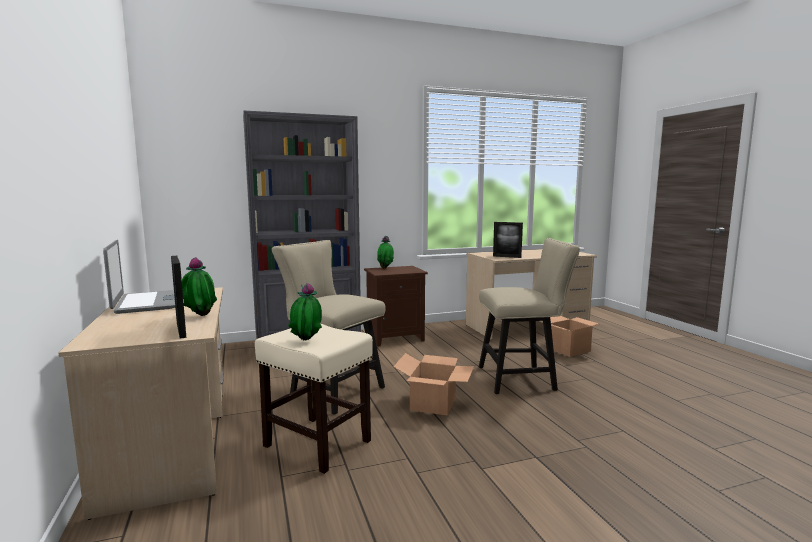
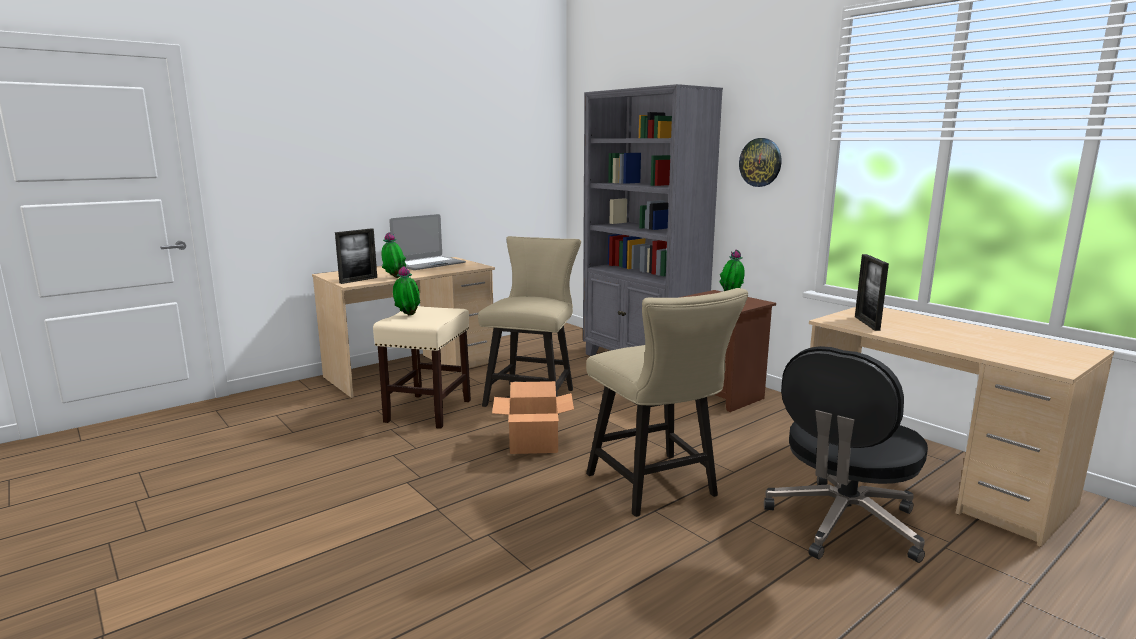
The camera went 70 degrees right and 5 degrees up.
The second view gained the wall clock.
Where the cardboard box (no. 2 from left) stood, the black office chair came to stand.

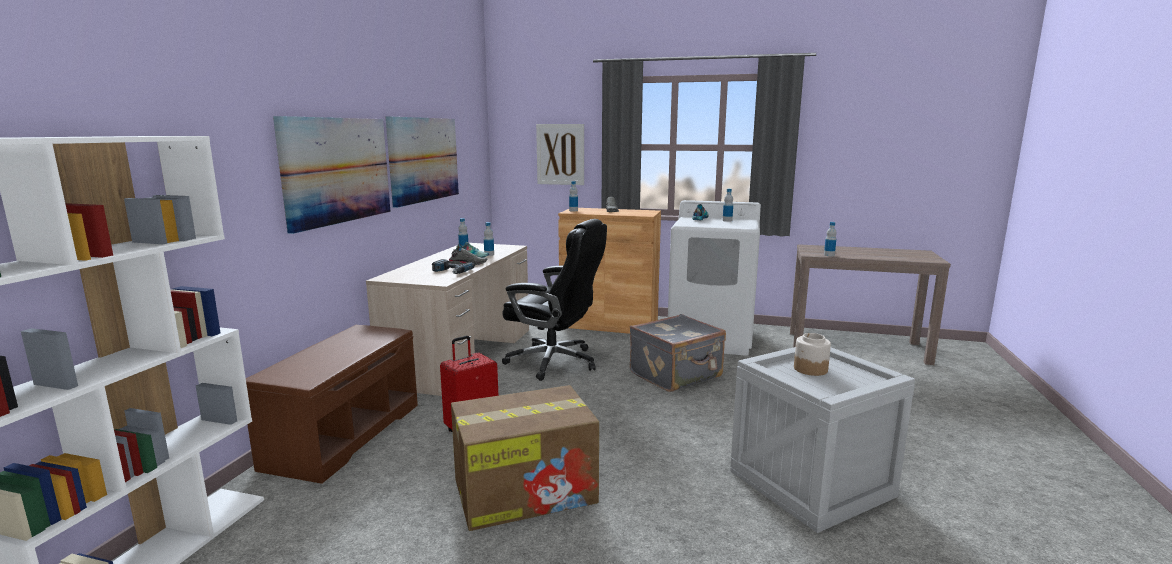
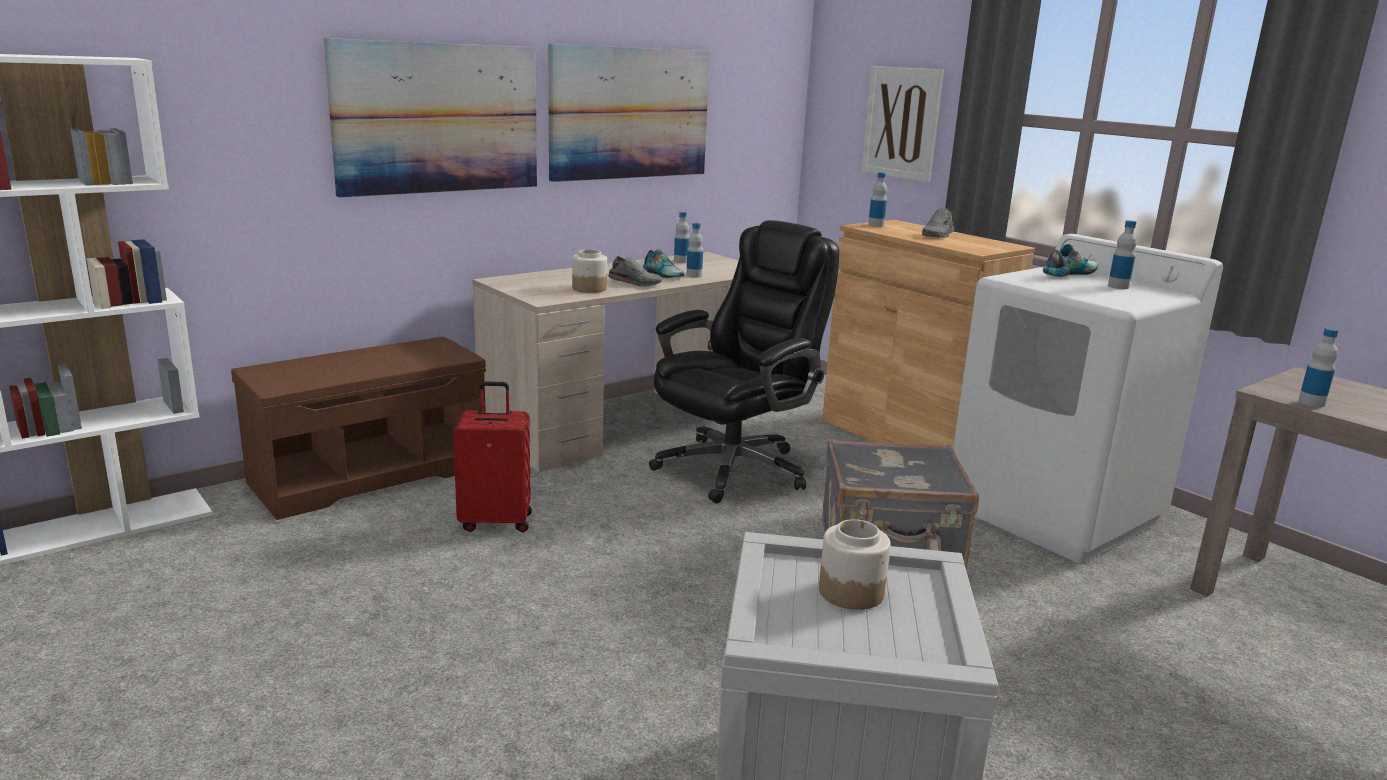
The camera went 35 degrees right and 5 degrees up.
The second view lost the cardboard box.
Where the power drill stood, the jar (no. 1 from left) came to stand.
The black office chair ended up facing another way, 105 degrees counterclockwise from before.

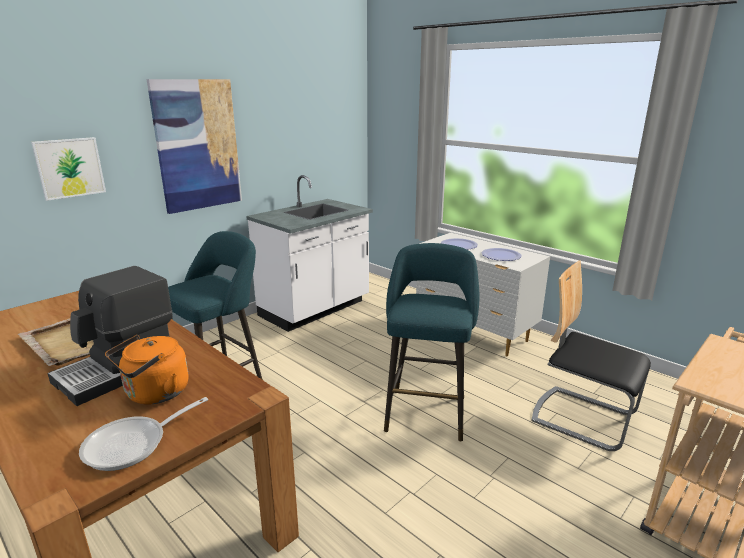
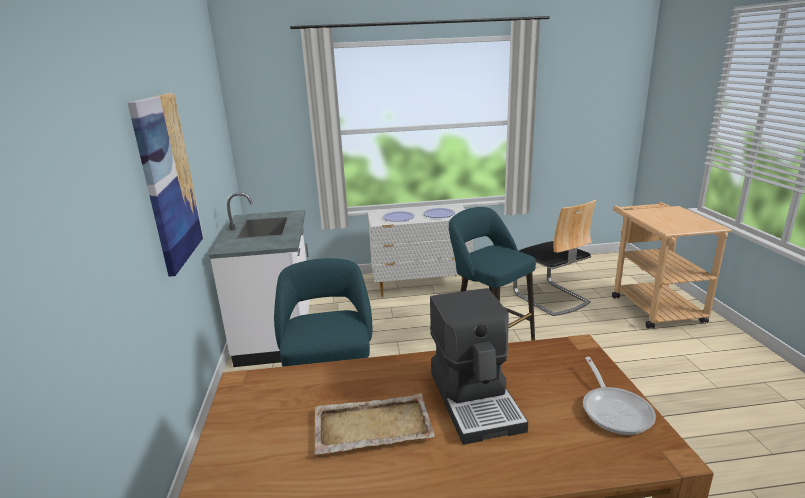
The camera went 50 degrees left and 0 degrees up.
The second view lost the picture (no. 1 from left).
The second view lost the orange kettle.
The chair ended up facing another way, 105 degrees counterclockwise from before.

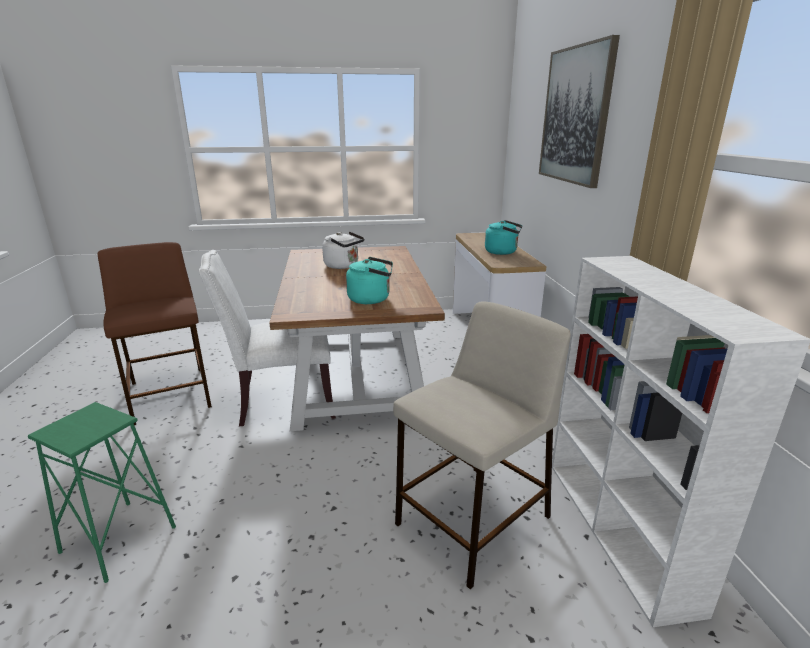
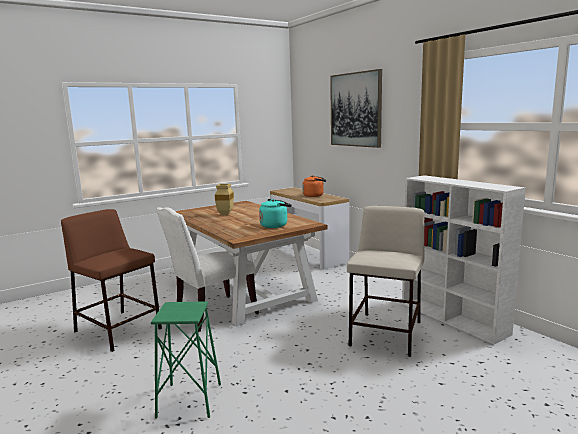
The camera went 25 degrees left and 10 degrees down.
Where the white kettle stood, the beige vase came to stand.
What was the turquoise kettle (no. 2 from left) turned into the orange kettle.

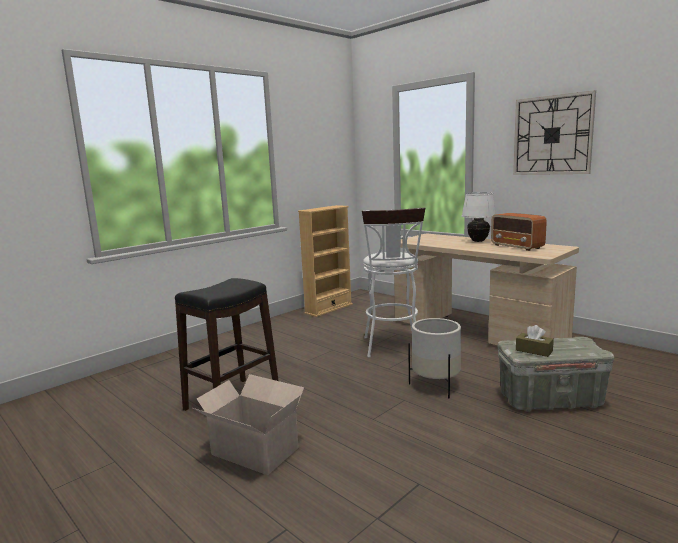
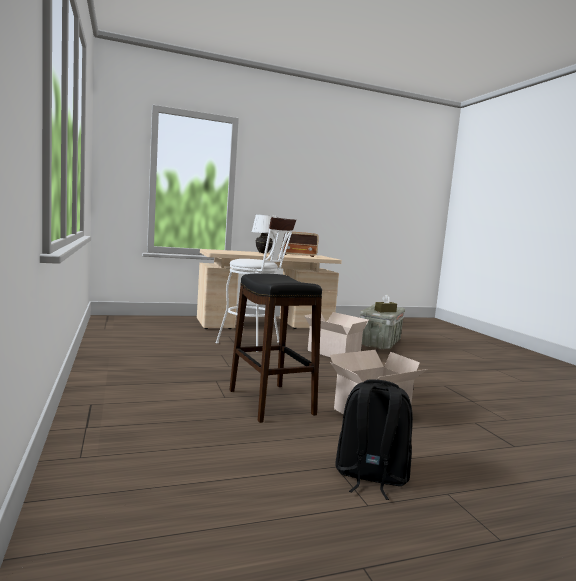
The camera went 65 degrees left and 5 degrees down.
The second view lost the beige bookcase.
The second view lost the wall clock.
The second view gained the black backpack.
Where the white planter stood, the cardboard box (no. 1 from left) came to stand.

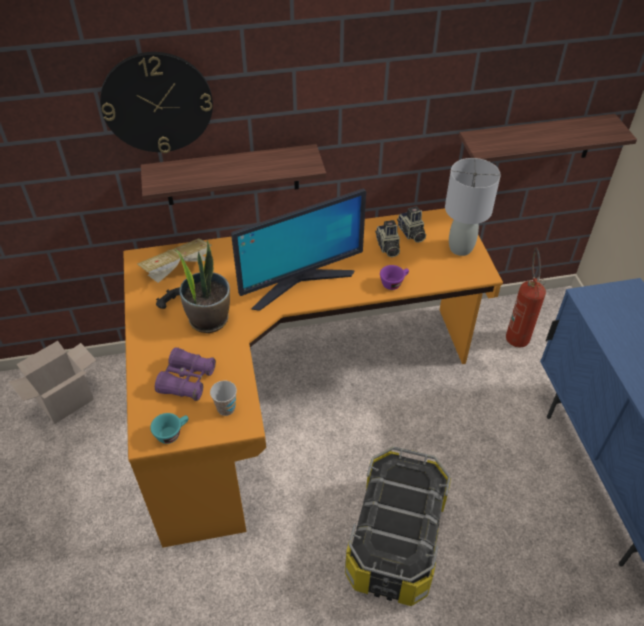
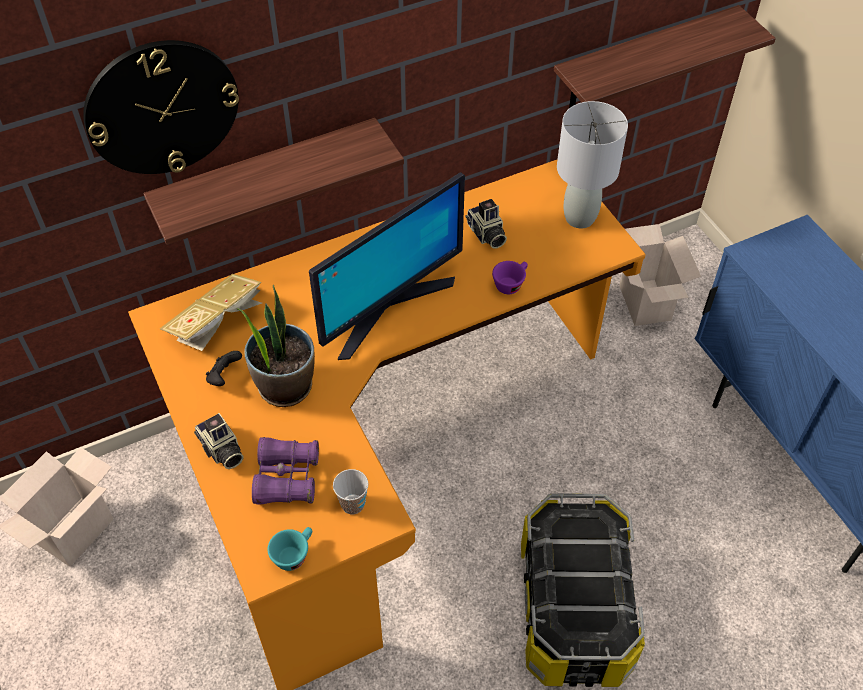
The camera went 15 degrees left and 5 degrees up.
The photo camera (no. 2 from left in the first image) ended up elsewhere.
Where the fire extinguisher stood, the cardboard box (no. 2 from left) came to stand.

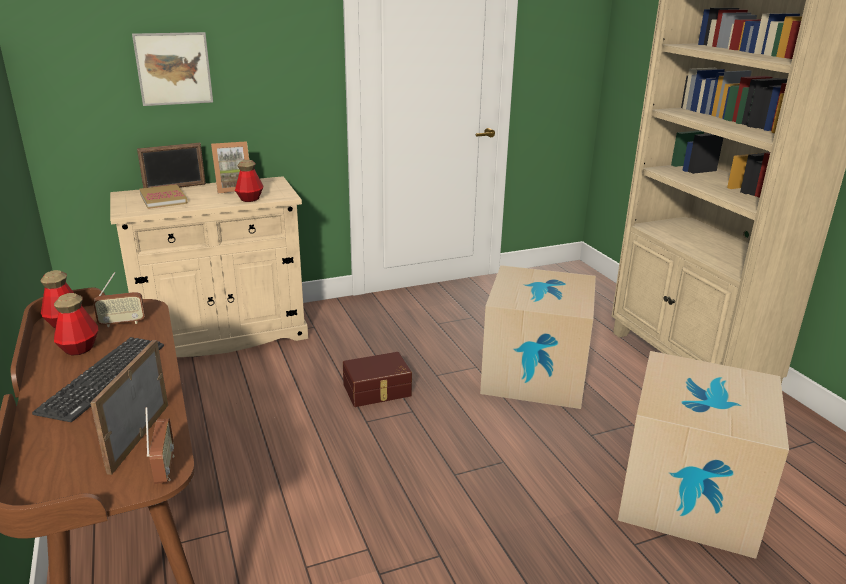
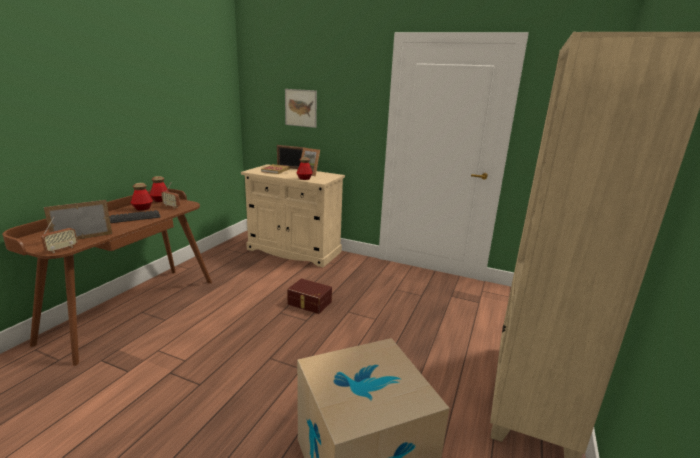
The camera went 45 degrees right and 5 degrees down.
The second view lost the cardboard box (no. 1 from left).

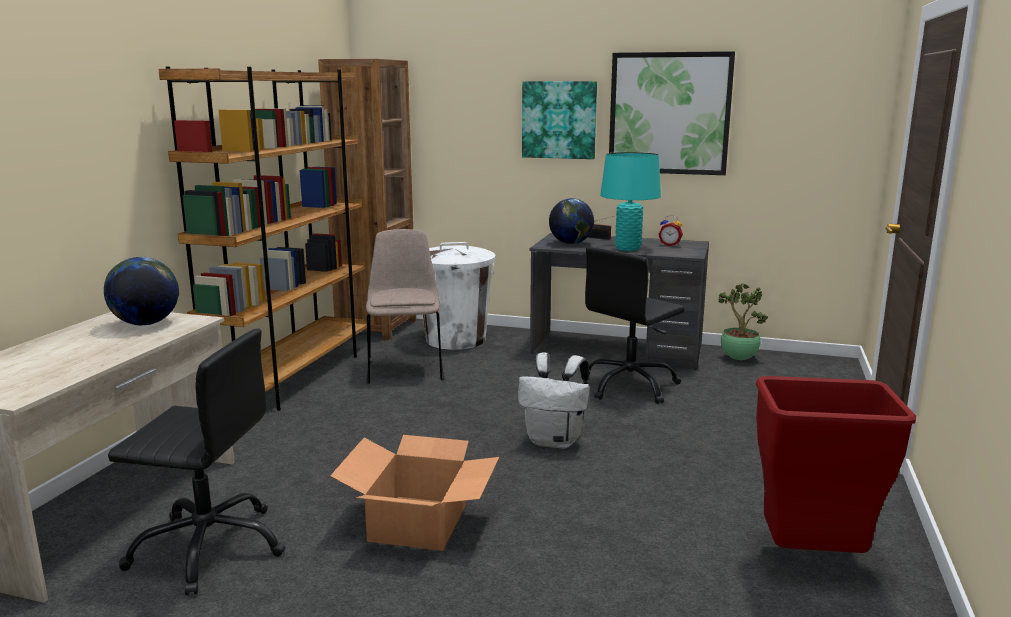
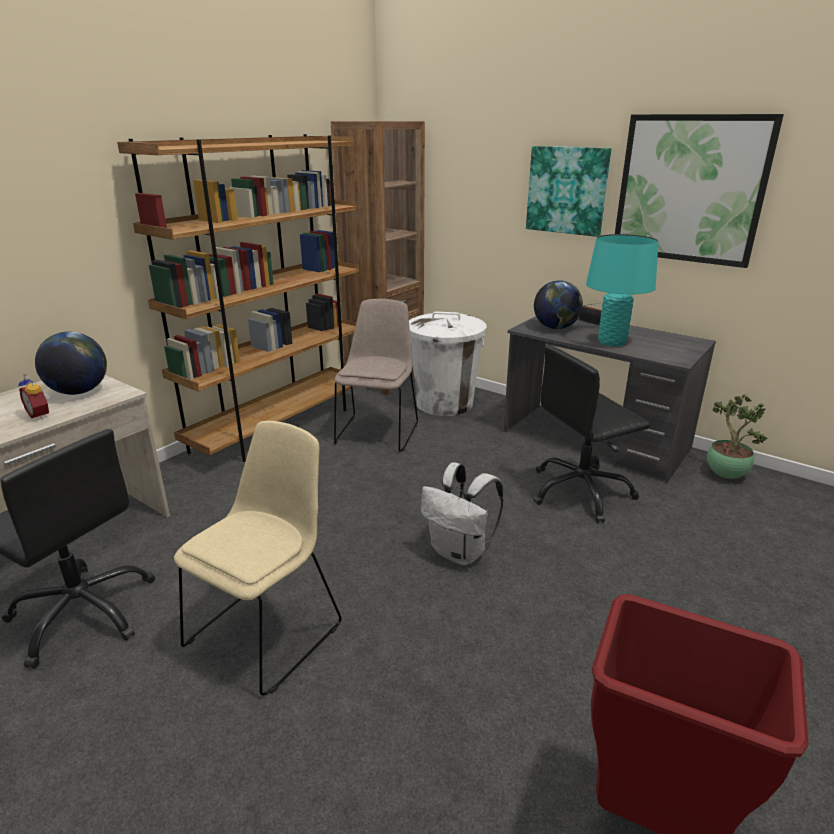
The camera went 20 degrees right and 10 degrees up.
The alarm clock ended up elsewhere.
Where the cardboard box stood, the beige chair (no. 1 from left) came to stand.

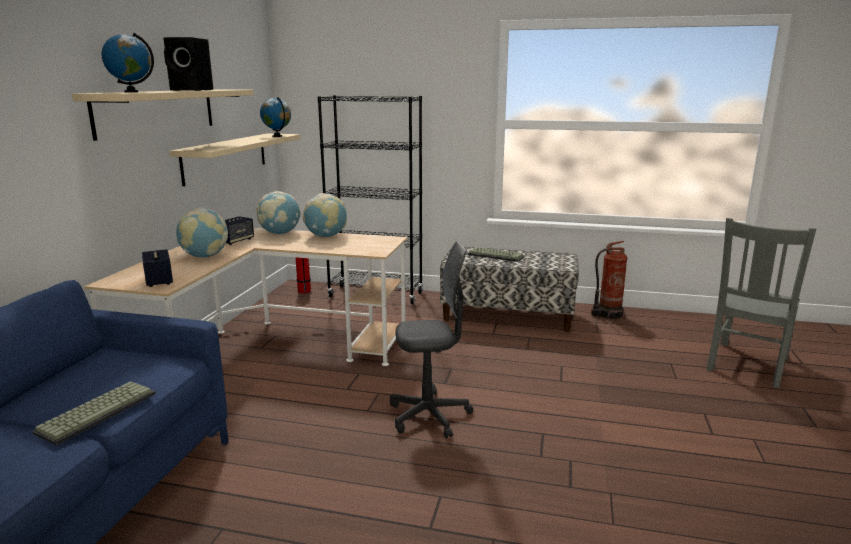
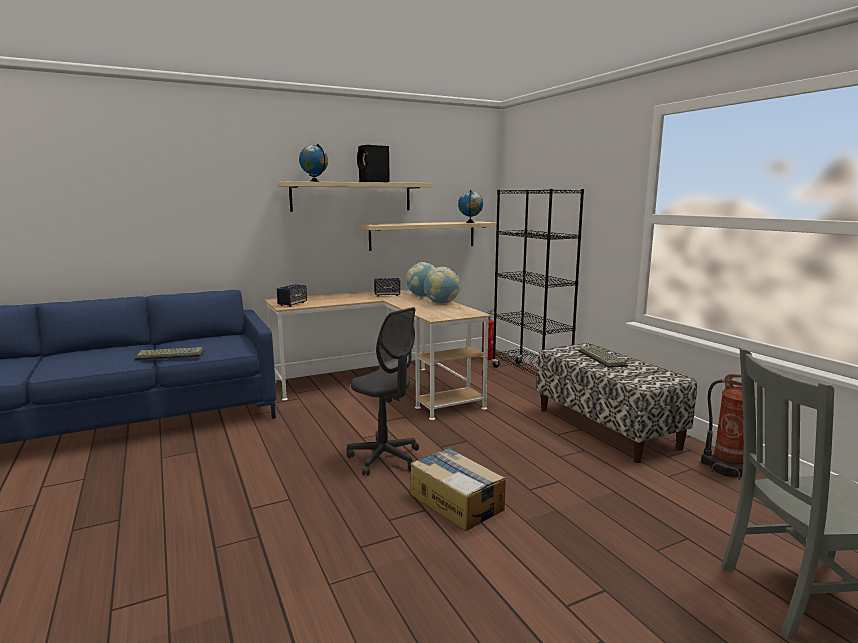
The camera went 50 degrees right and 5 degrees down.
The second view lost the globe (no. 2 from left).
The second view gained the cardboard box.

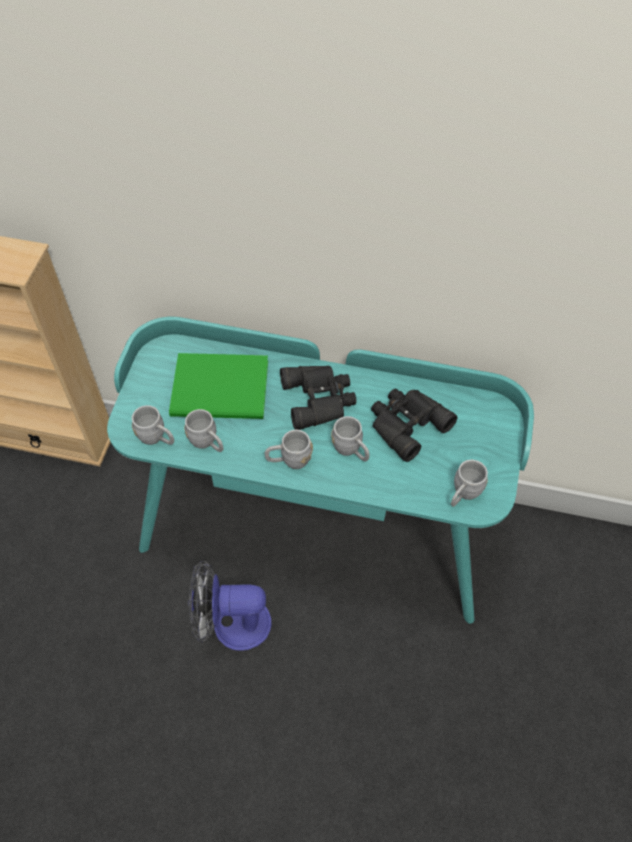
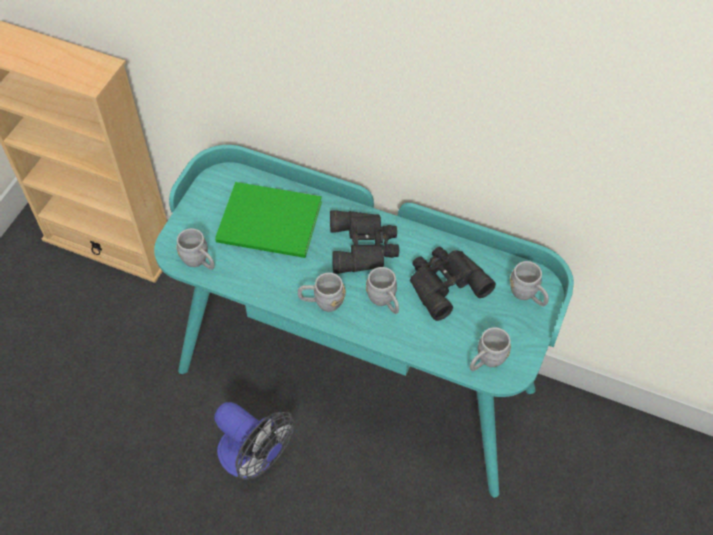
The camera went 10 degrees right and 0 degrees up.
The grey mug (no. 2 from left in the first image) ended up elsewhere.
The fan ended up facing another way, 150 degrees counterclockwise from before.

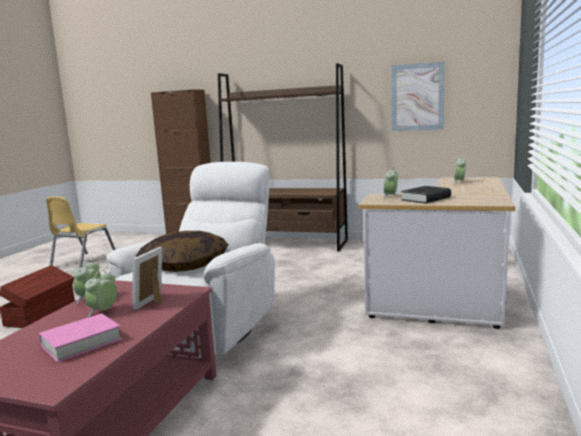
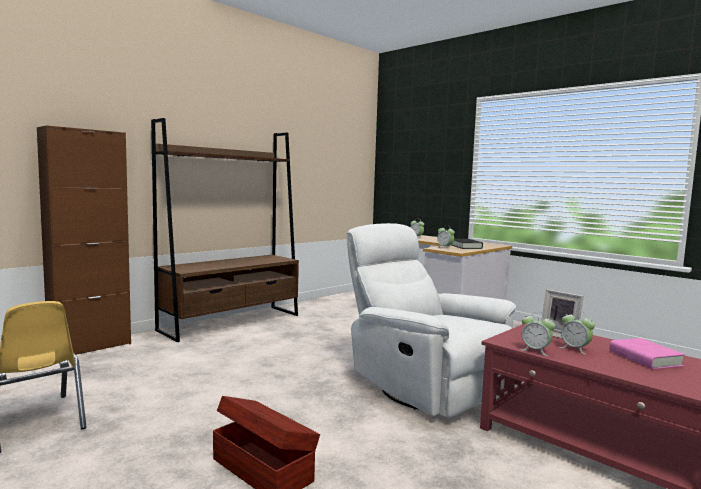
The camera went 65 degrees left and 5 degrees down.
The second view lost the pillow.
The second view lost the picture.

